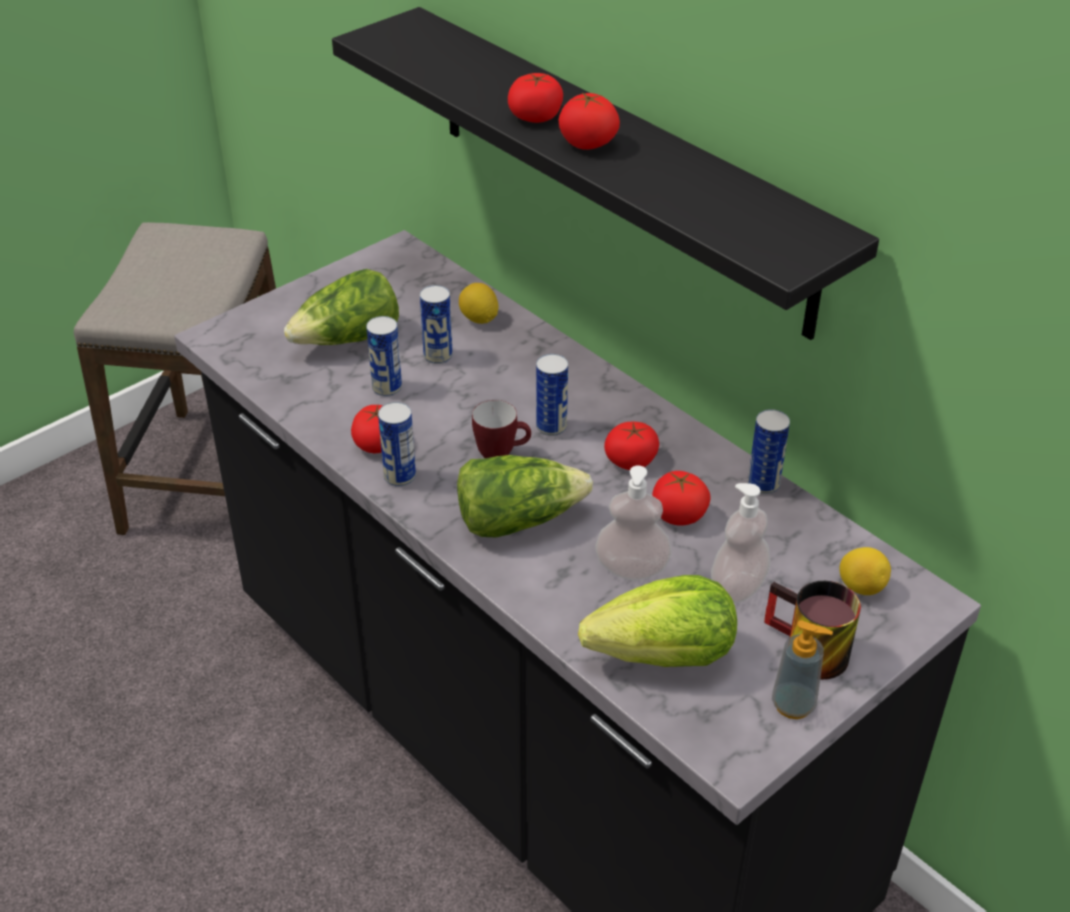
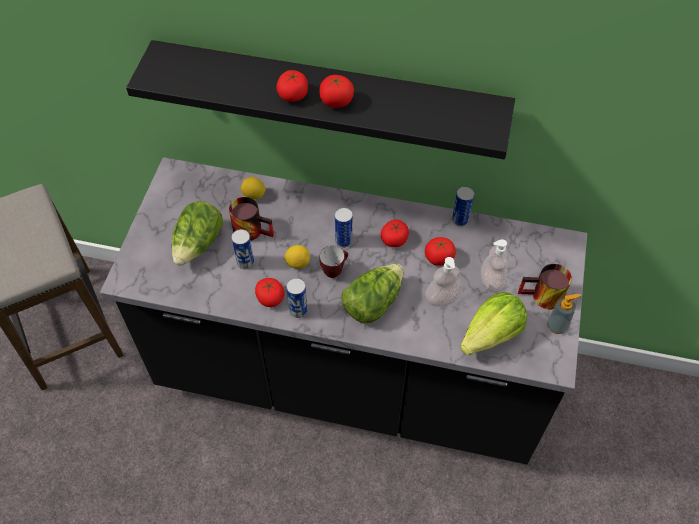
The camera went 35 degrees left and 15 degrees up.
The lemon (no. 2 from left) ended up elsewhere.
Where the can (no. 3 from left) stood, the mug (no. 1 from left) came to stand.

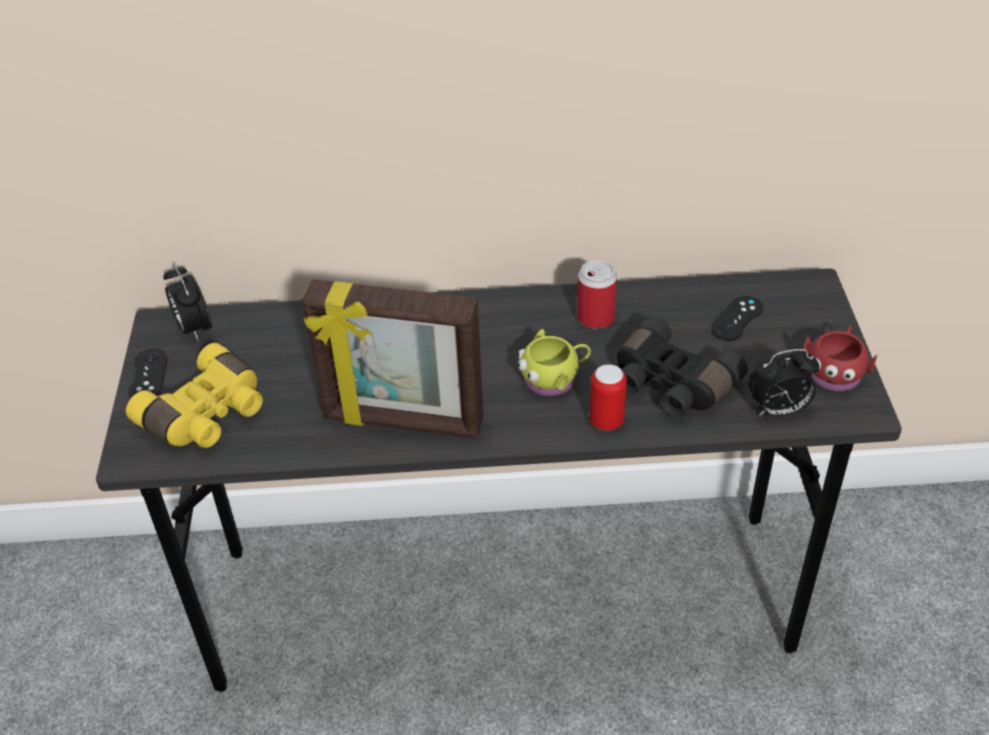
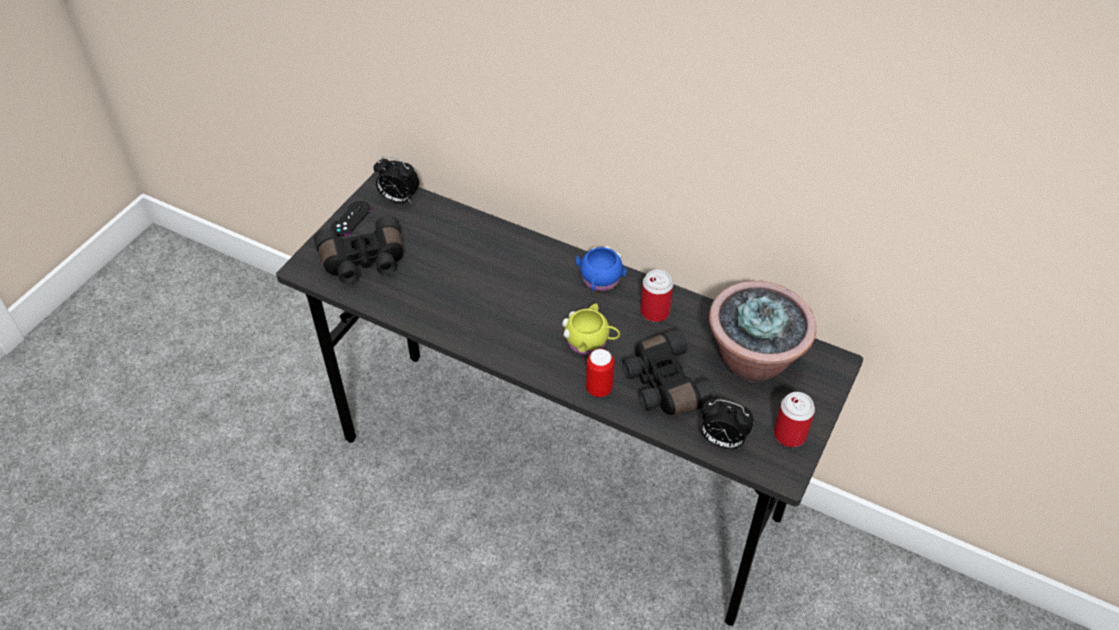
The camera went 30 degrees right and 5 degrees up.
The second view lost the picture frame.
The second view gained the blue mug.
Where the black game controller (no. 2 from left) stood, the potted plant came to stand.
Where the red mug stood, the can (no. 3 from left) came to stand.
What was the yellow binoculars turned into the black binoculars (no. 1 from left).
The alarm clock (no. 1 from left) ended up facing another way, 75 degrees counterclockwise from before.

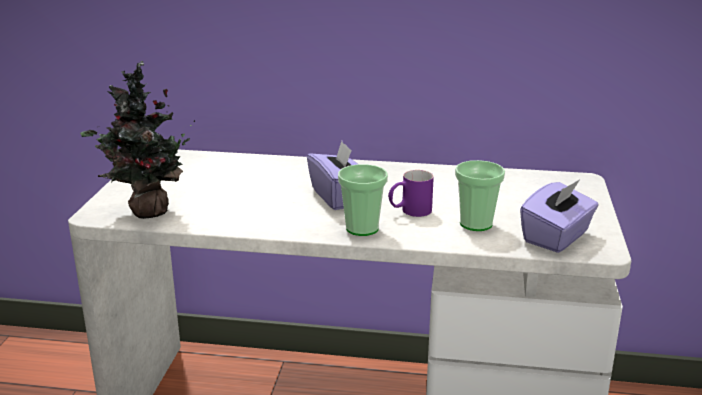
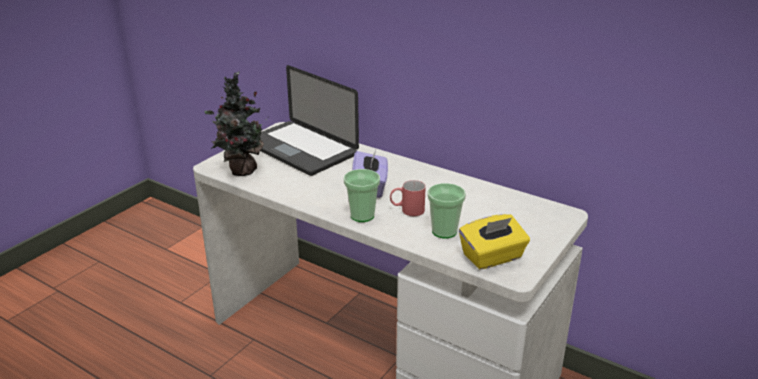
The camera went 25 degrees right and 5 degrees up.
The second view gained the laptop.
What was the purple mug turned into the red mug.
What was the purple tissue box (no. 2 from left) turned into the yellow tissue box.

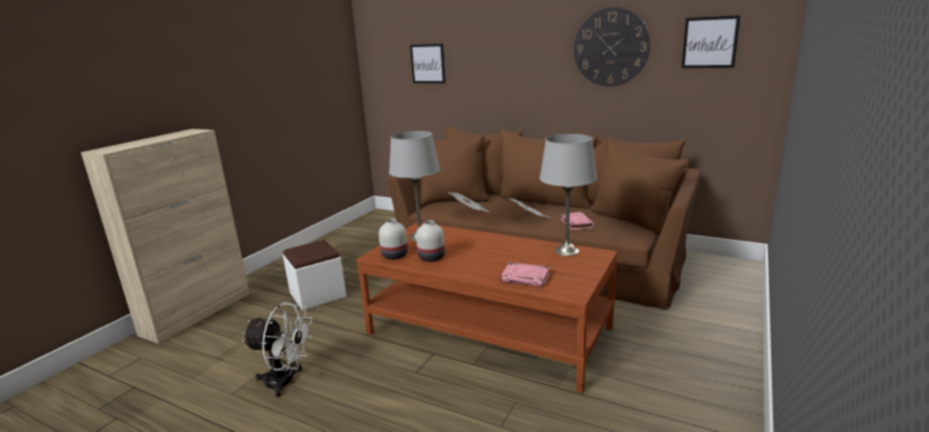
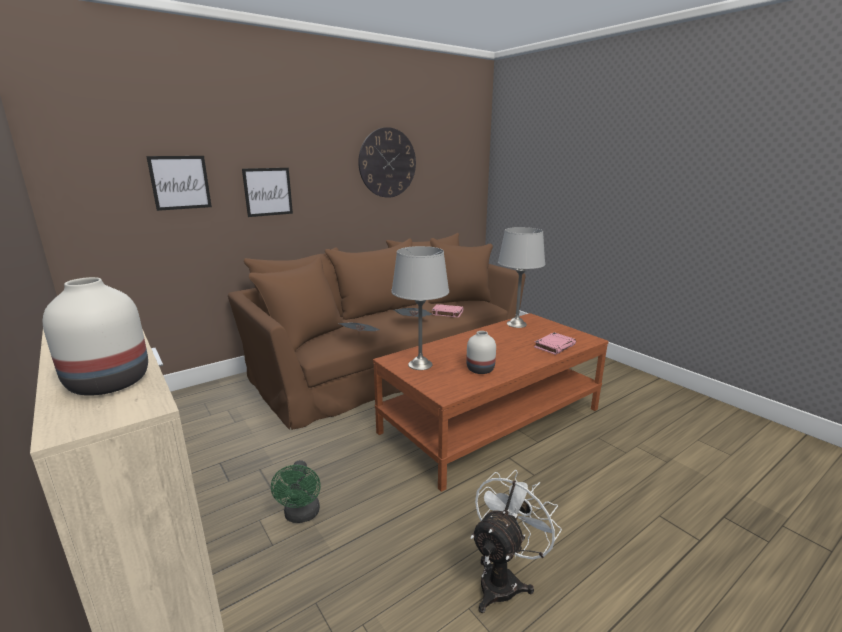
The camera went 65 degrees left and 0 degrees up.
The white vase (no. 1 from left) ended up elsewhere.
The picture (no. 2 from left) ended up elsewhere.
Where the white ottoman stood, the green fan came to stand.

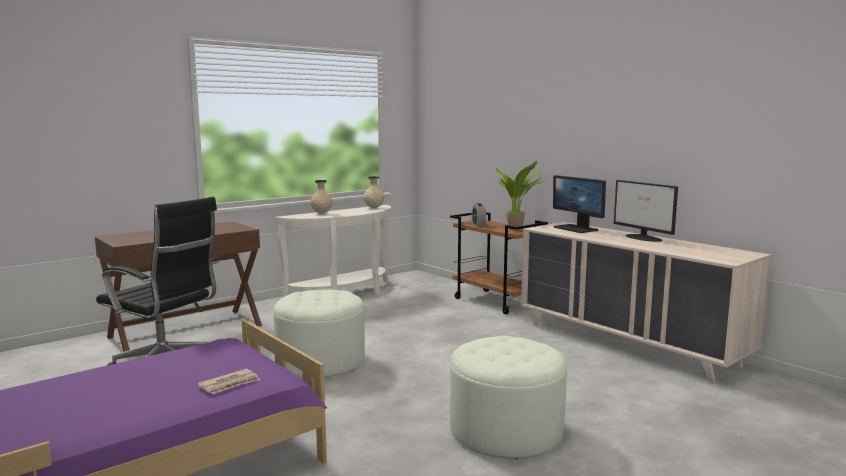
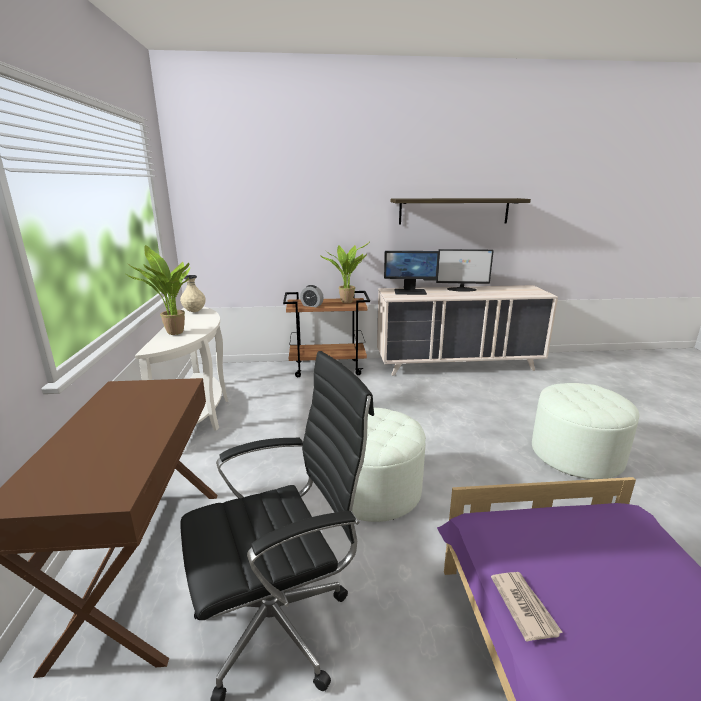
The camera went 55 degrees left and 10 degrees up.
The second view gained the shelf.
The newspaper ended up elsewhere.
Where the beige vase (no. 1 from left) stood, the potted plant (no. 1 from left) came to stand.

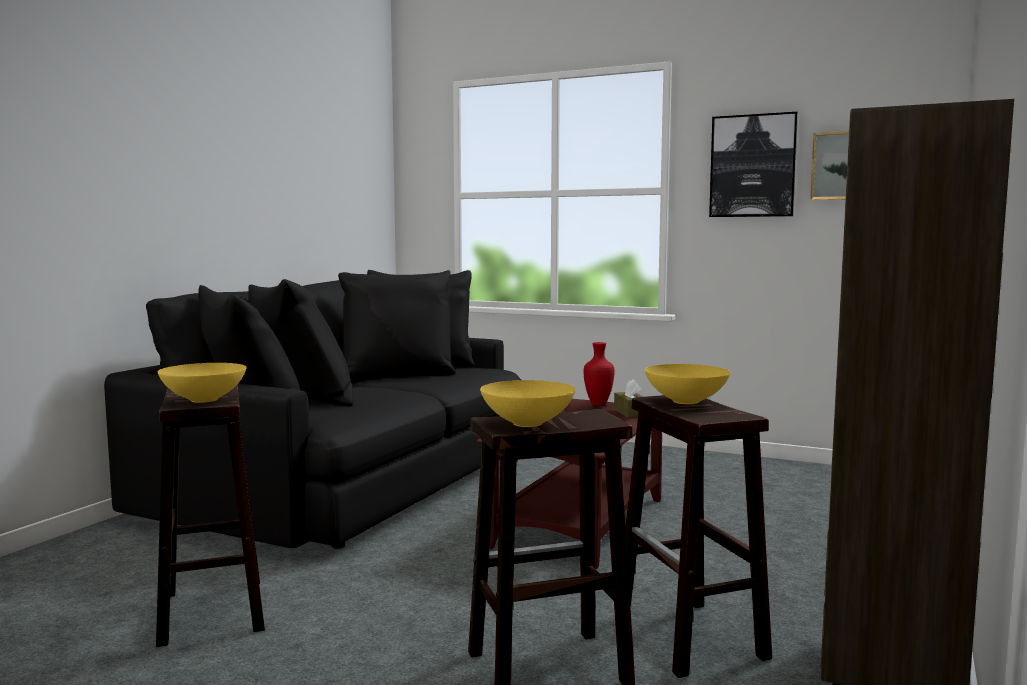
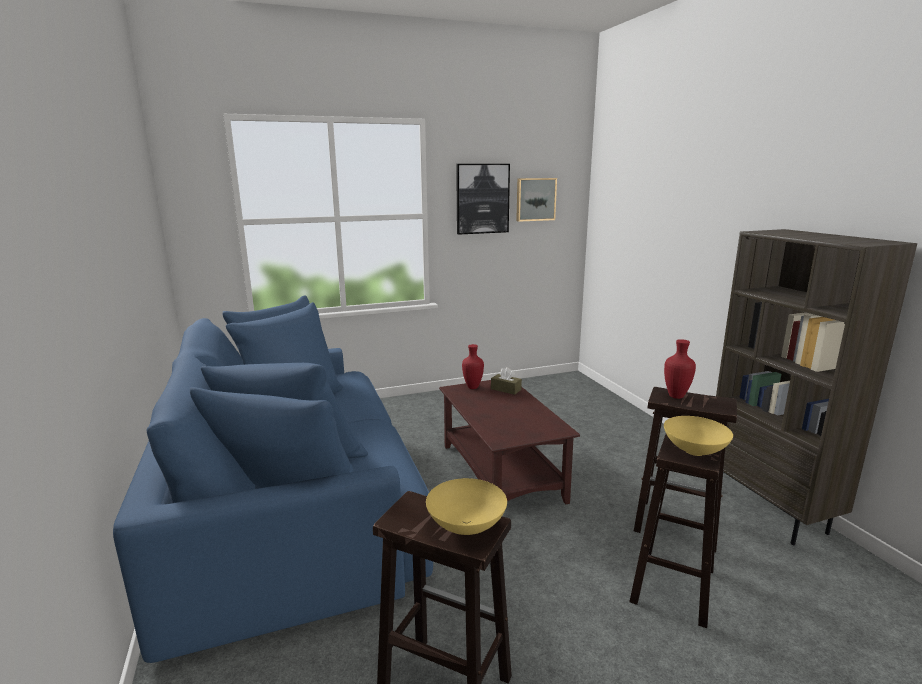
The camera went 45 degrees left and 10 degrees up.
Where the yellow bowl (no. 3 from left) stood, the red vase (no. 2 from left) came to stand.
What was the black sofa turned into the blue sofa.

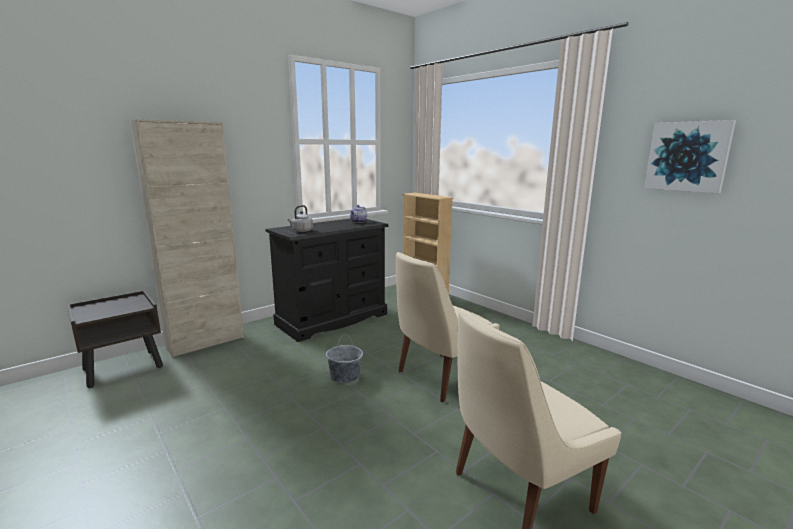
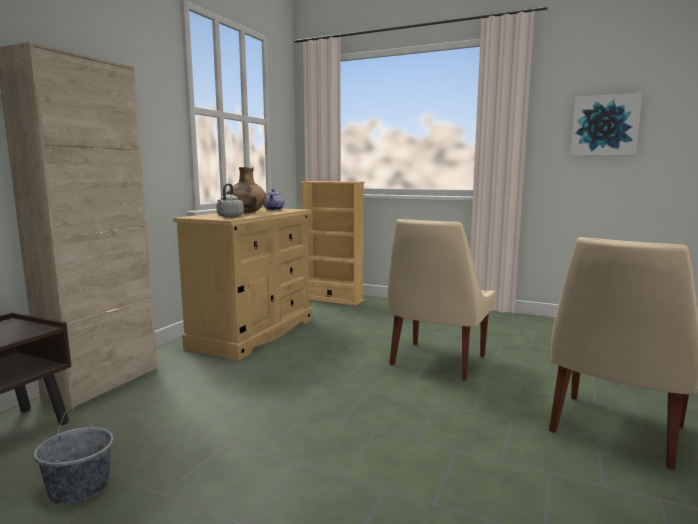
The camera went 25 degrees left and 5 degrees down.
The second view gained the brown vase.
The grey bucket ended up elsewhere.
What was the black dresser turned into the beige dresser.

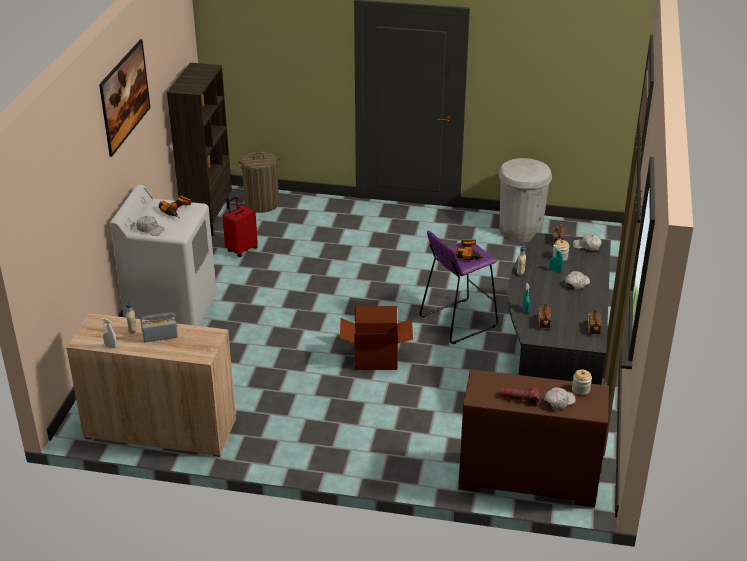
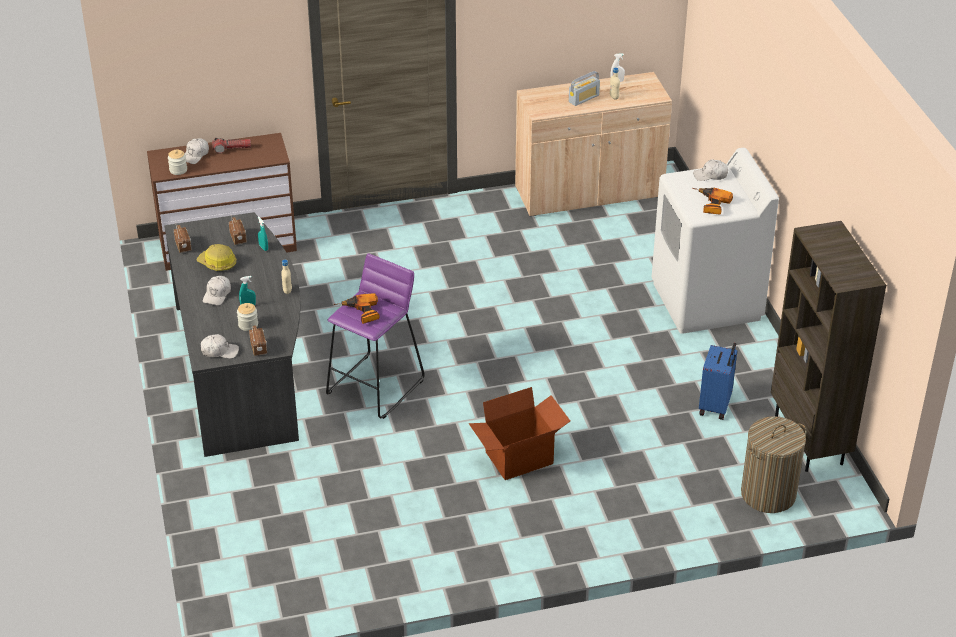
The camera went 155 degrees right and 5 degrees up.
The second view lost the picture.
The second view lost the white trash can.
The second view gained the hard hat.
The cardboard box ended up elsewhere.
What was the red suitcase turned into the blue suitcase.

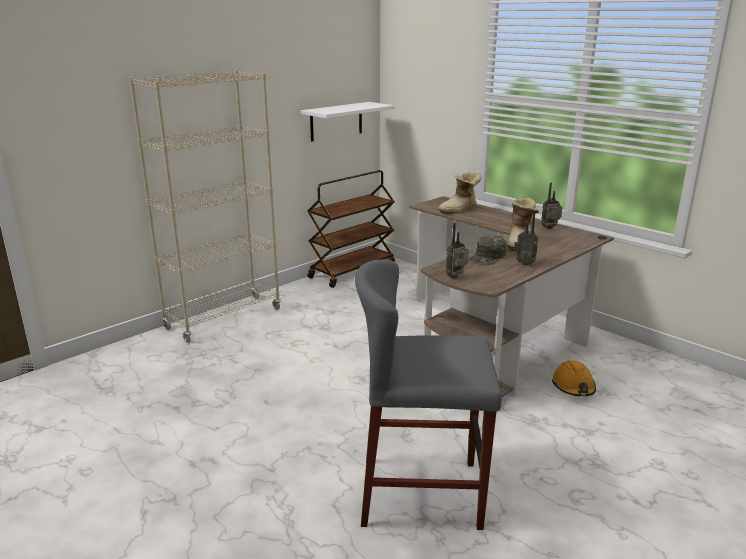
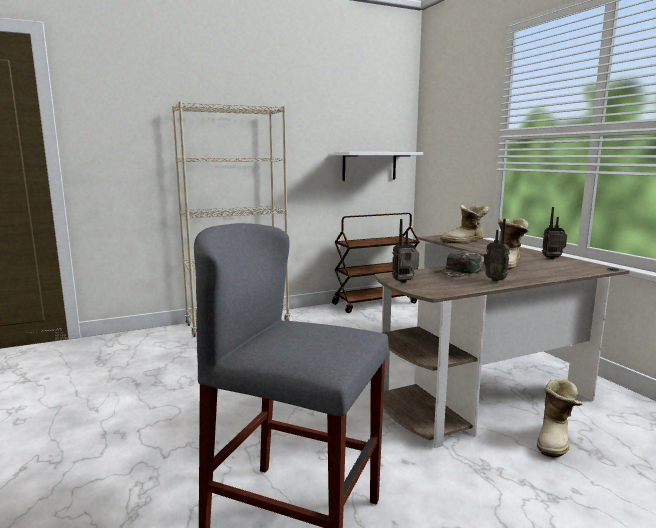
The camera went 20 degrees right and 10 degrees down.
Where the orange hard hat stood, the boot (no. 3 from left) came to stand.

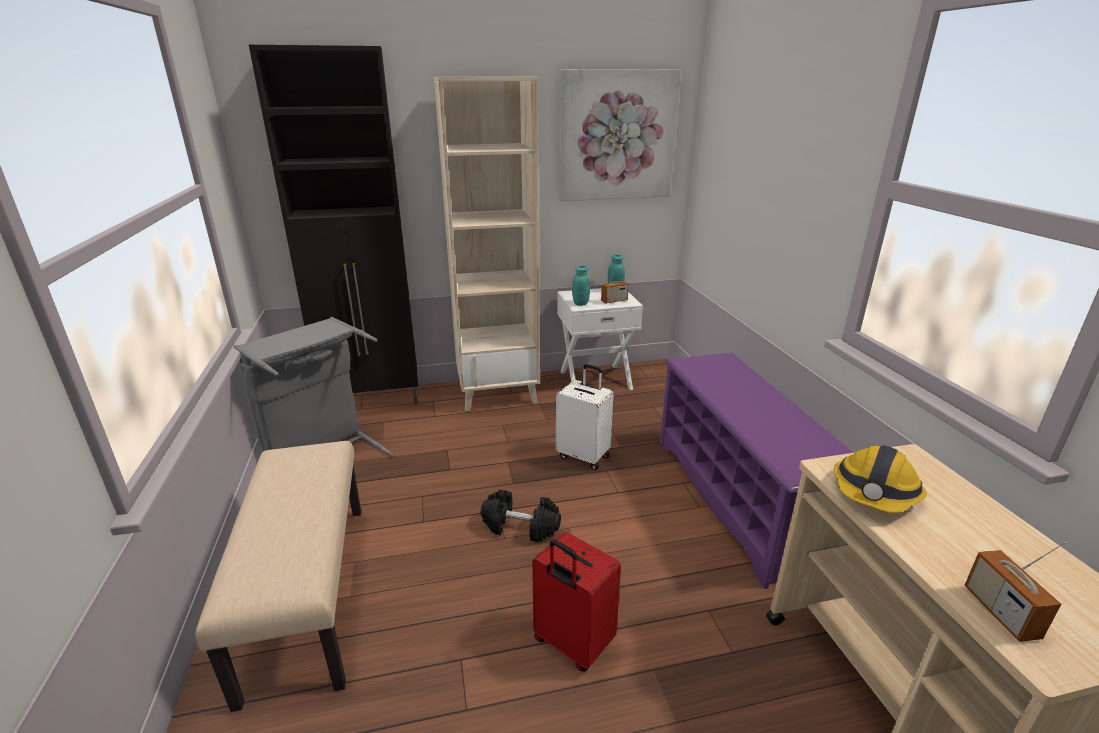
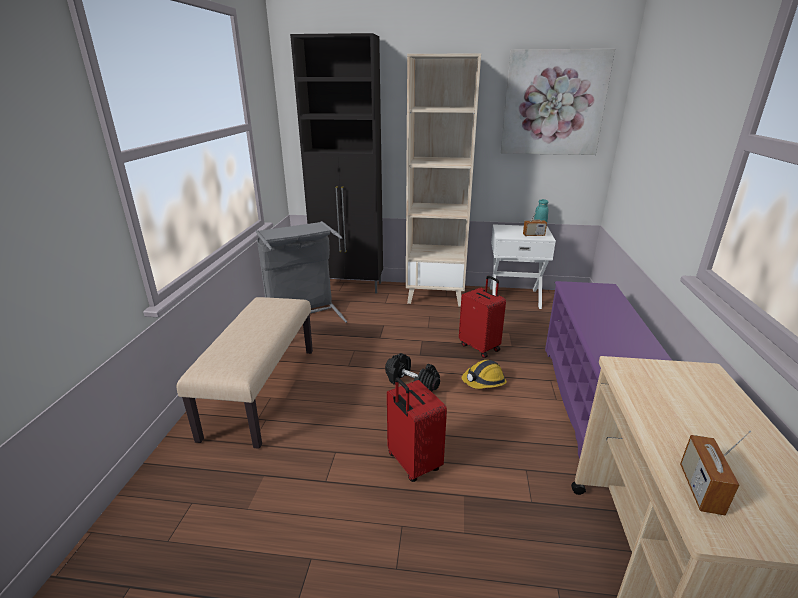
The camera went 20 degrees right and 0 degrees up.
The second view lost the turquoise jar (no. 1 from left).
The hard hat ended up elsewhere.
What was the white suitcase turned into the red suitcase (no. 2 from left).

